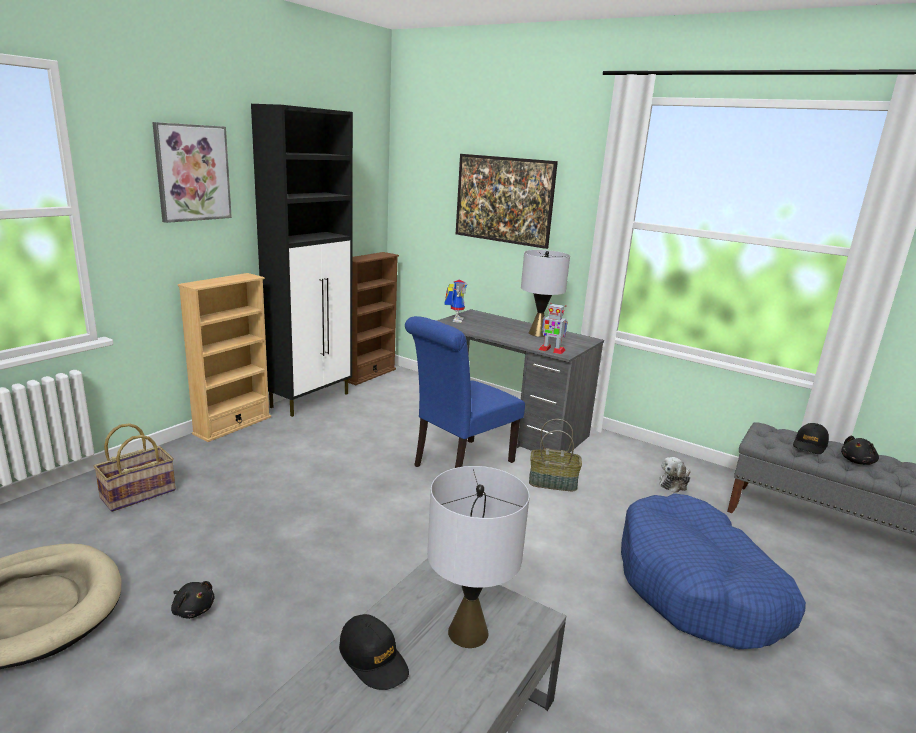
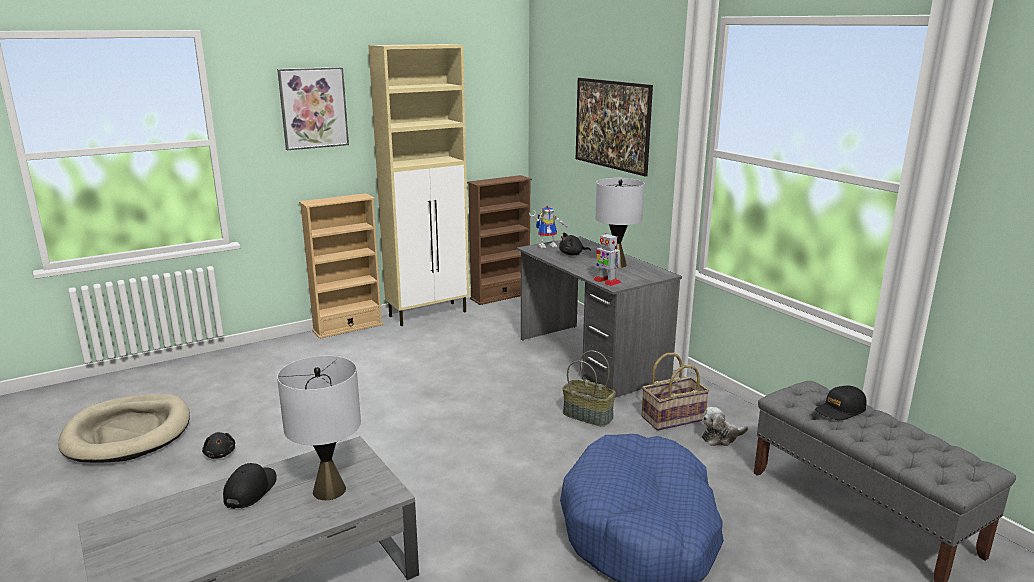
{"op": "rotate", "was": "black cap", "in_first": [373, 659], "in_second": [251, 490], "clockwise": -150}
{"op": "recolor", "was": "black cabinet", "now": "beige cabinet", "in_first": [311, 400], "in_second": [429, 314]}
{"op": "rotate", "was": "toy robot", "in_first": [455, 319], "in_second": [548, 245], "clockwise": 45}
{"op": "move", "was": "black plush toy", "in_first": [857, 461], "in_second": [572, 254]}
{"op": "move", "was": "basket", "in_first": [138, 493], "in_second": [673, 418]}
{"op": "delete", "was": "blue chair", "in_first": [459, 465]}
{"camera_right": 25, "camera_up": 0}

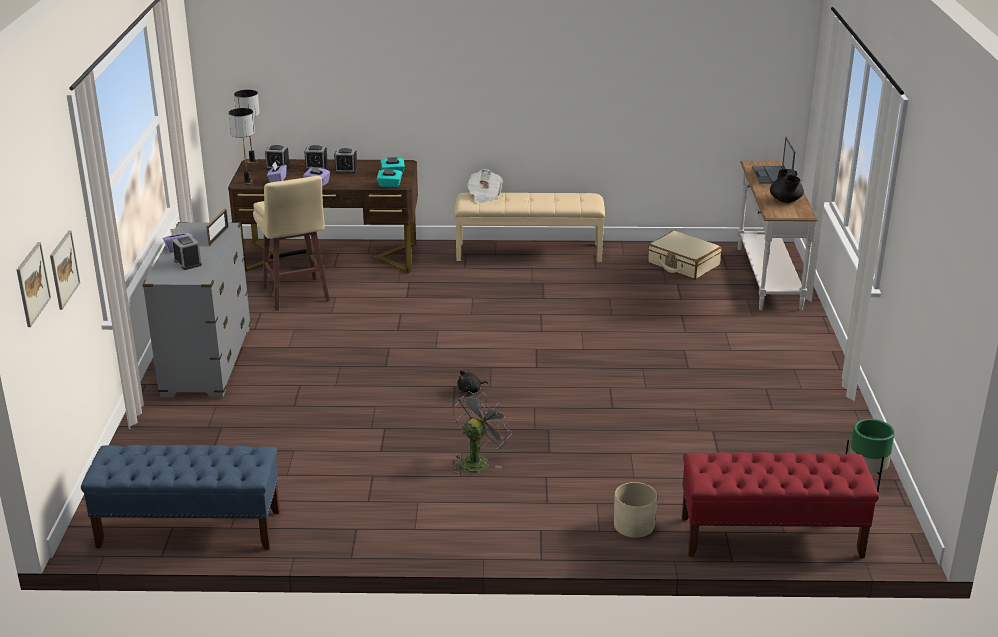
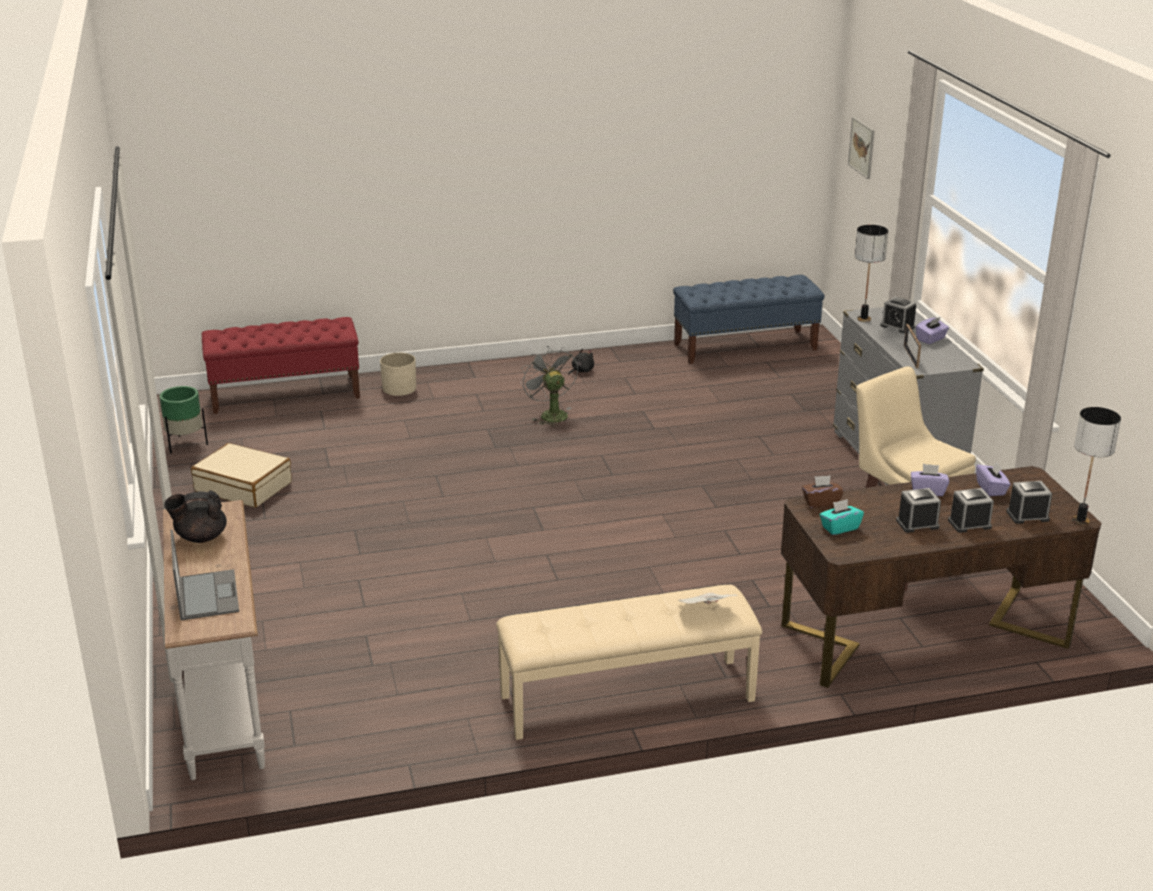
{"op": "rotate", "was": "black teapot", "in_first": [785, 200], "in_second": [200, 537], "clockwise": -90}
{"op": "move", "was": "beige suitcase", "in_first": [683, 264], "in_second": [244, 487]}
{"op": "rotate", "was": "grey fan", "in_first": [477, 461], "in_second": [550, 414], "clockwise": 135}
{"op": "move", "was": "black plush toy", "in_first": [471, 390], "in_second": [581, 371]}
{"op": "recolor", "was": "turquoise tissue box", "now": "brown tissue box", "in_first": [389, 185], "in_second": [821, 502]}
{"op": "move", "was": "table lamp", "in_first": [247, 182], "in_second": [863, 319]}
{"op": "delete", "was": "picture", "in_first": [64, 269]}
{"camera_right": 165, "camera_up": 0}

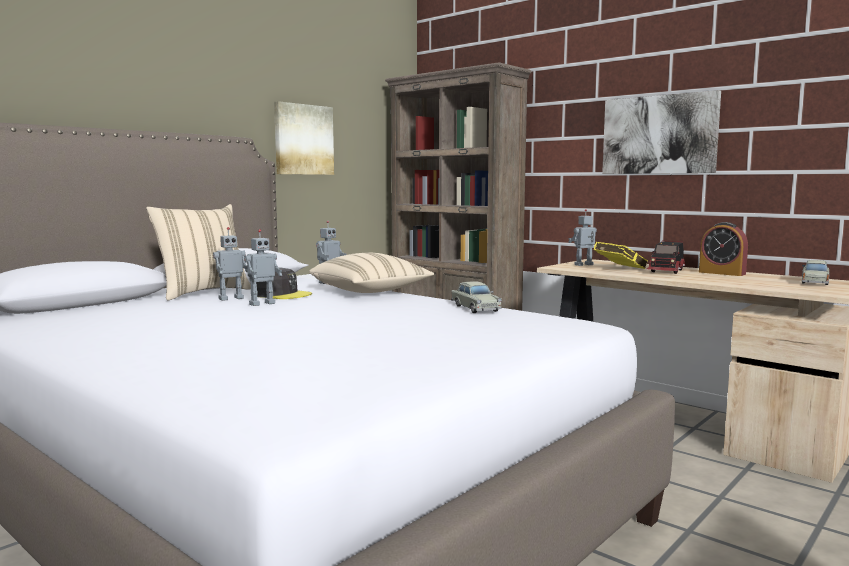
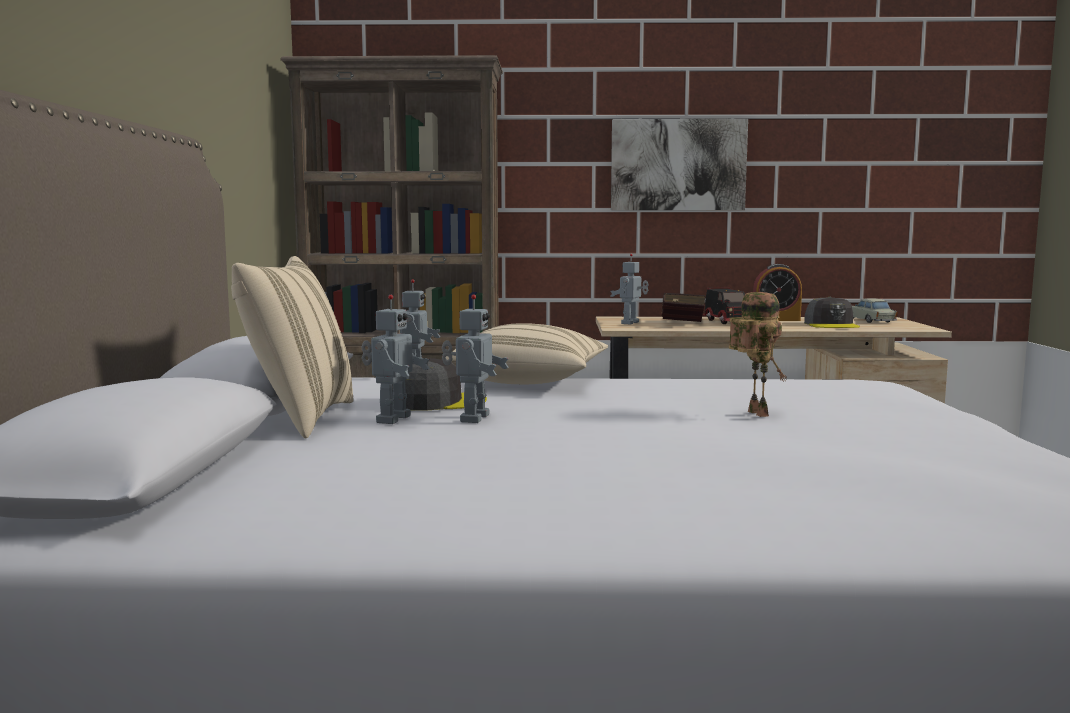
{"op": "recolor", "was": "yellow book", "now": "red book", "in_first": [618, 269], "in_second": [681, 324]}
{"op": "insert", "now": "toy robot", "in_second": [753, 413]}
{"op": "insert", "now": "grey cap", "in_second": [831, 325]}
{"op": "delete", "was": "picture", "in_first": [303, 139]}
{"op": "delete", "was": "beige toy car", "in_first": [475, 308]}
{"camera_right": -40, "camera_up": 0}

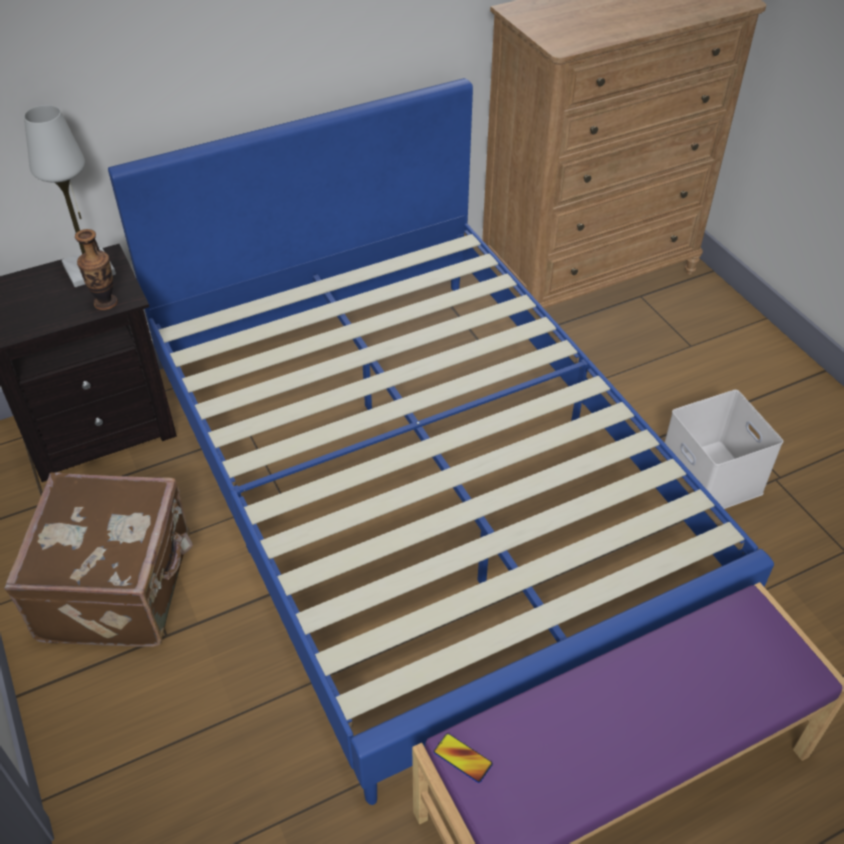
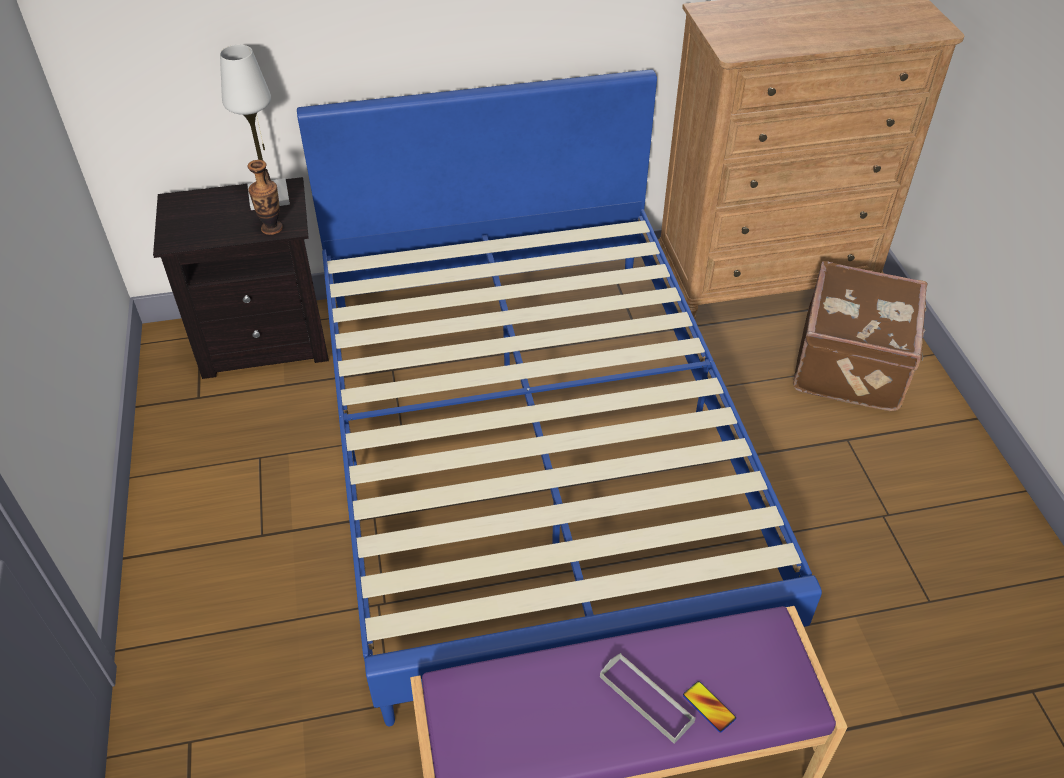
{"op": "insert", "now": "grey tray", "in_second": [646, 699]}
{"op": "move", "was": "phone", "in_first": [462, 758], "in_second": [709, 707]}
{"op": "move", "was": "brown suitcase", "in_first": [120, 587], "in_second": [853, 365]}
{"op": "delete", "was": "white storage box", "in_first": [712, 479]}
{"camera_right": 15, "camera_up": 0}

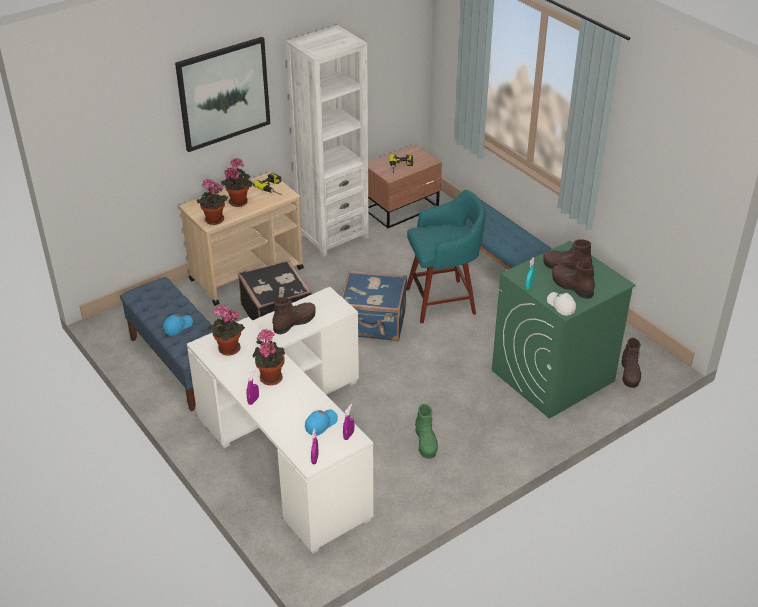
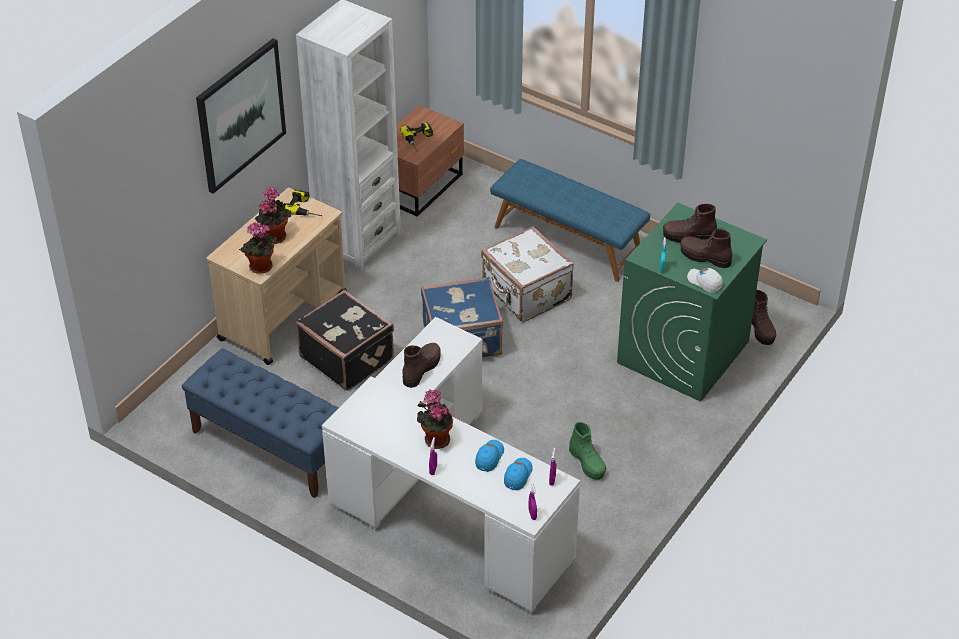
{"op": "move", "was": "blue cap", "in_first": [177, 327], "in_second": [489, 458]}
{"op": "replace", "was": "turquoise stool", "now": "white suitcase", "in_first": [443, 301], "in_second": [525, 293]}
{"op": "delete", "was": "potted plant", "in_first": [227, 350]}
{"camera_right": -20, "camera_up": 5}

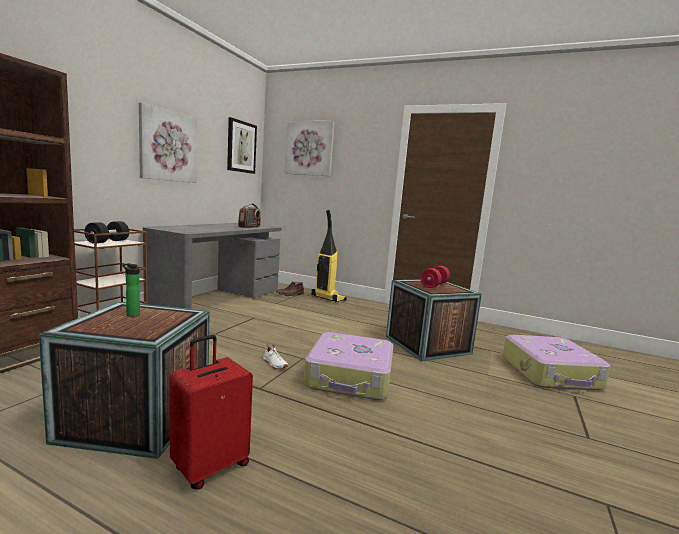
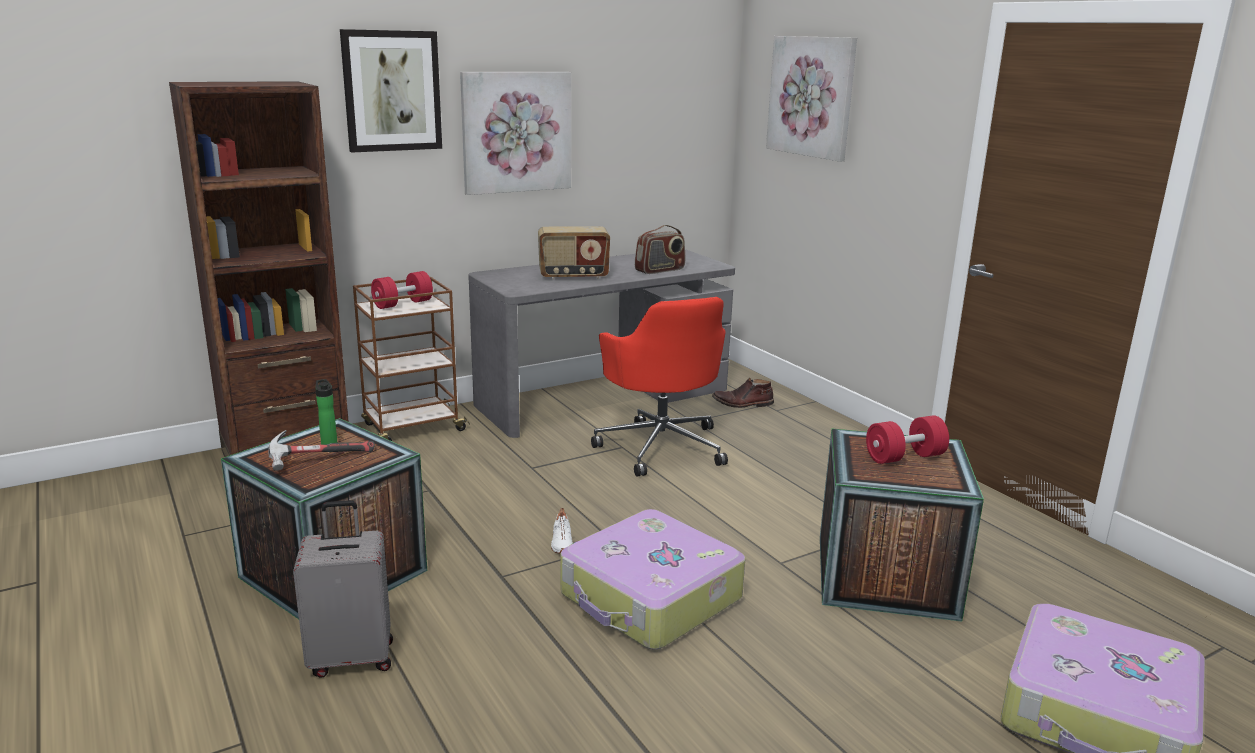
{"op": "insert", "now": "hammer", "in_second": [319, 461]}
{"op": "recolor", "was": "red suitcase", "now": "grey suitcase", "in_first": [210, 466], "in_second": [352, 657]}
{"op": "move", "was": "picture", "in_first": [241, 147], "in_second": [392, 91]}
{"op": "recolor", "was": "black dumbbell", "now": "red dumbbell", "in_first": [108, 241], "in_second": [403, 304]}
{"op": "insert", "now": "radio", "in_second": [573, 276]}
{"op": "insert", "now": "red office chair", "in_second": [661, 446]}
{"op": "delete", "was": "vacuum cleaner", "in_first": [327, 298]}
{"camera_right": 35, "camera_up": 10}

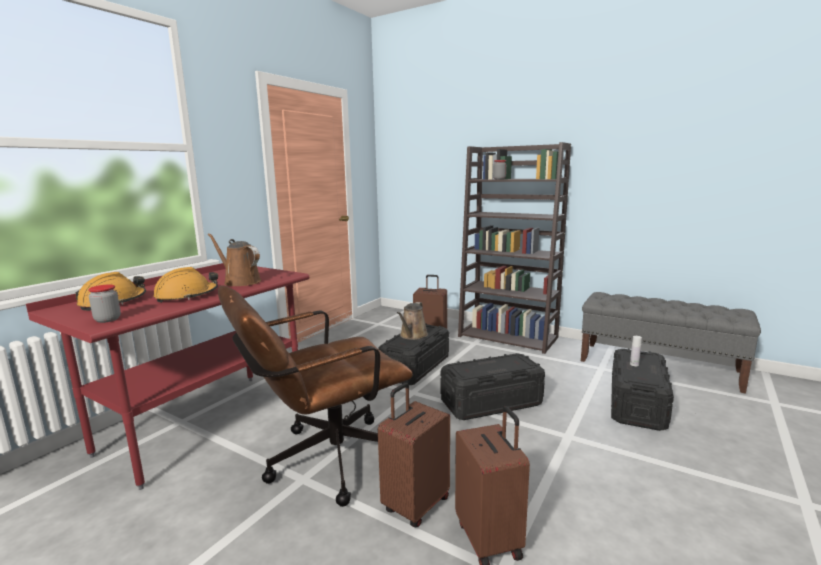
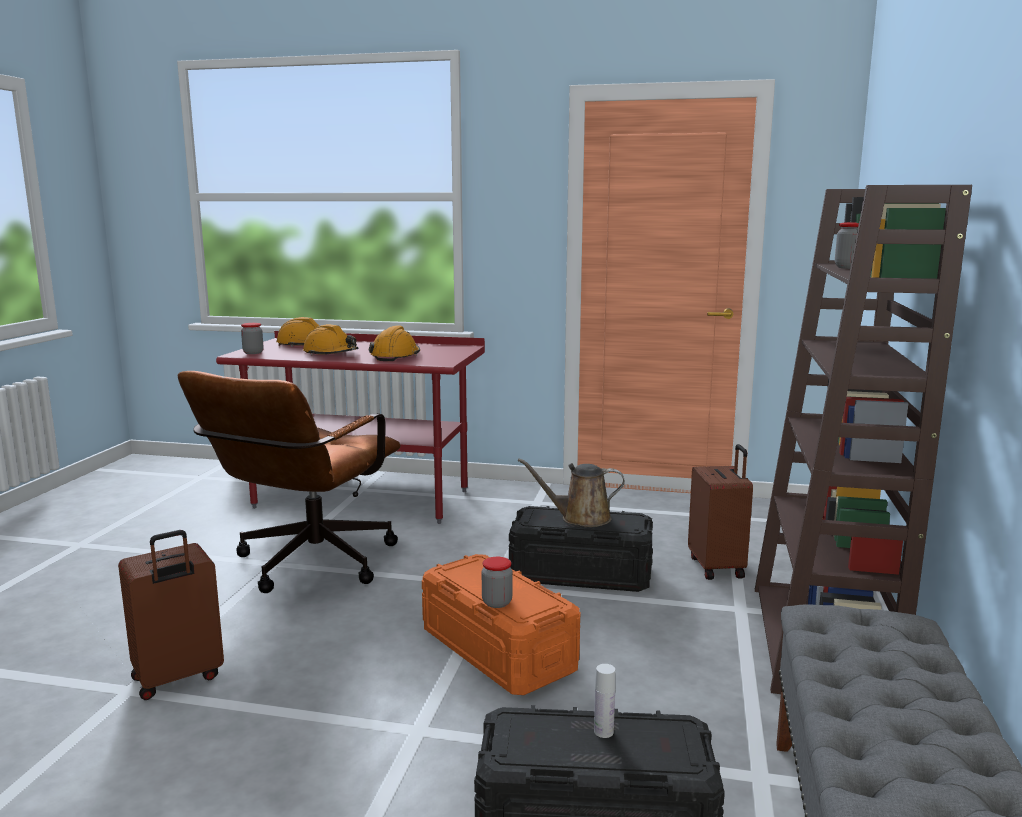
{"op": "rotate", "was": "brown office chair", "in_first": [324, 462], "in_second": [306, 566], "clockwise": -105}
{"op": "replace", "was": "brown watering can", "now": "orange hard hat", "in_first": [240, 282], "in_second": [395, 356]}
{"op": "recolor", "was": "black storage box", "now": "orange storage box", "in_first": [491, 402], "in_second": [498, 650]}
{"op": "insert", "now": "jar", "in_second": [497, 602]}
{"op": "delete", "was": "brown suitcase", "in_first": [415, 504]}
{"camera_right": 70, "camera_up": 0}

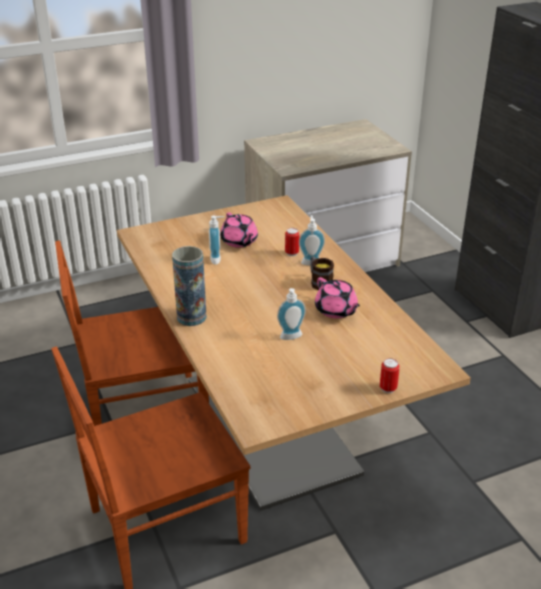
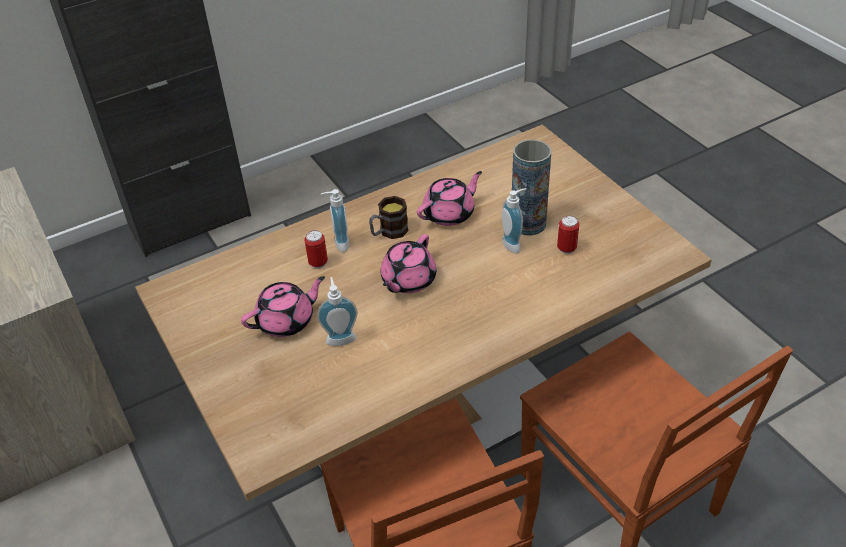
{"op": "insert", "now": "pink teapot", "in_second": [408, 280]}
{"op": "move", "was": "vase", "in_first": [191, 317], "in_second": [528, 223]}
{"op": "move", "was": "can", "in_first": [388, 388], "in_second": [566, 248]}
{"camera_right": -95, "camera_up": 10}

